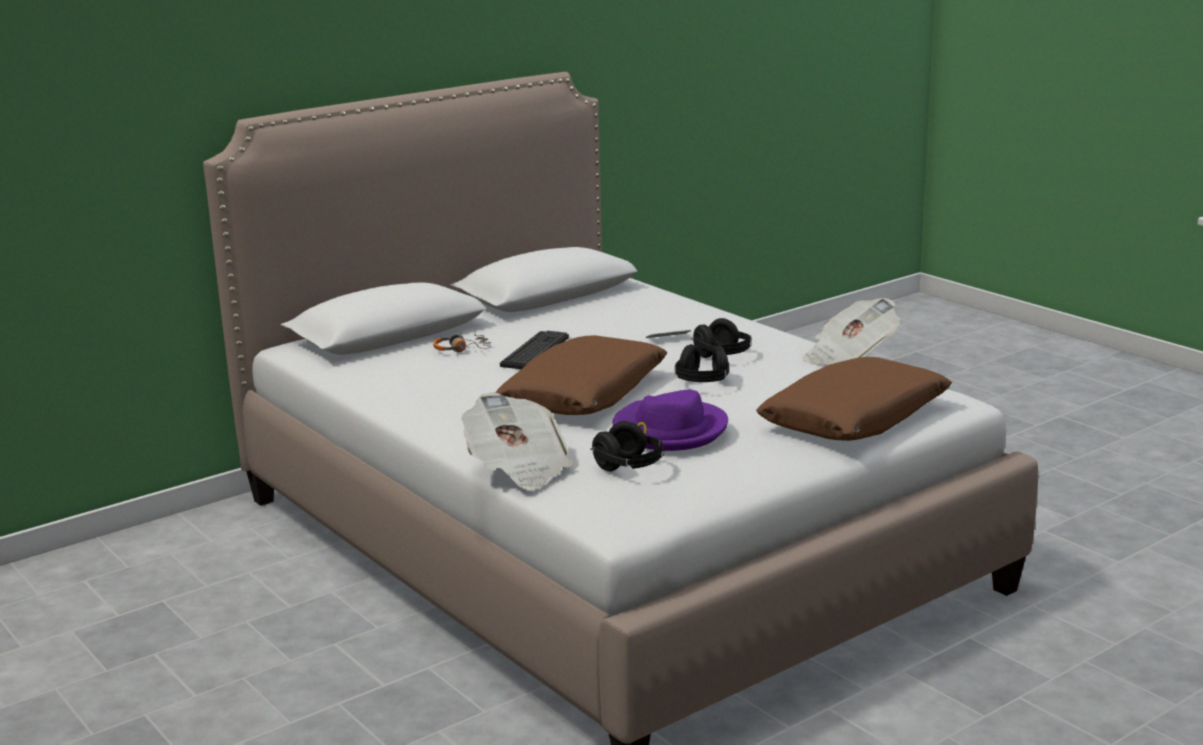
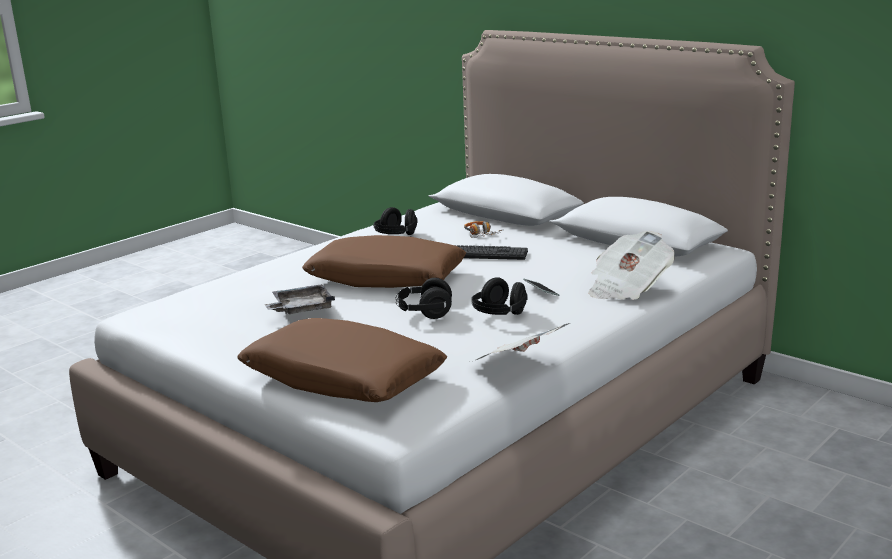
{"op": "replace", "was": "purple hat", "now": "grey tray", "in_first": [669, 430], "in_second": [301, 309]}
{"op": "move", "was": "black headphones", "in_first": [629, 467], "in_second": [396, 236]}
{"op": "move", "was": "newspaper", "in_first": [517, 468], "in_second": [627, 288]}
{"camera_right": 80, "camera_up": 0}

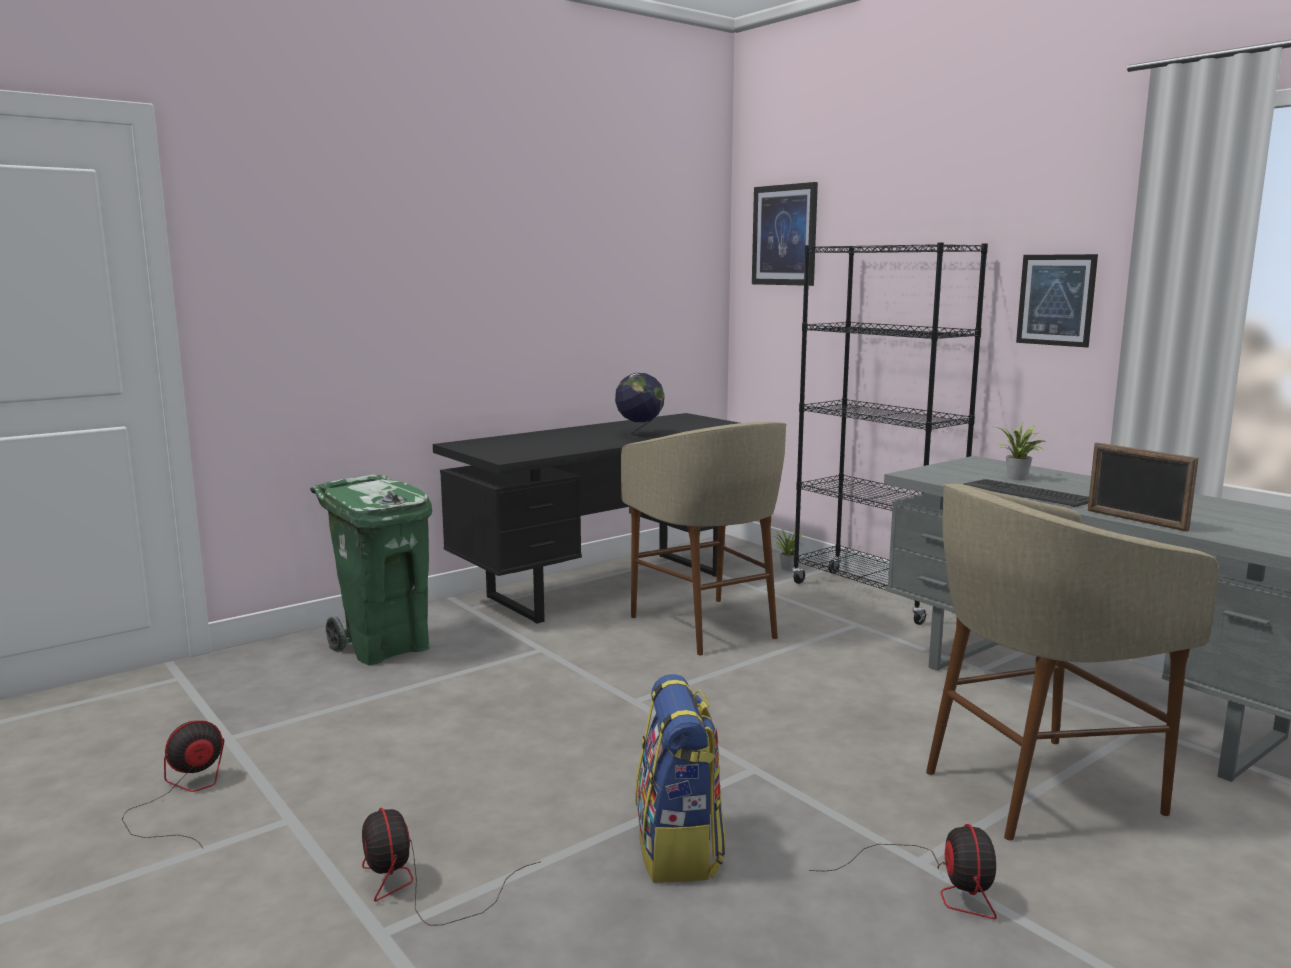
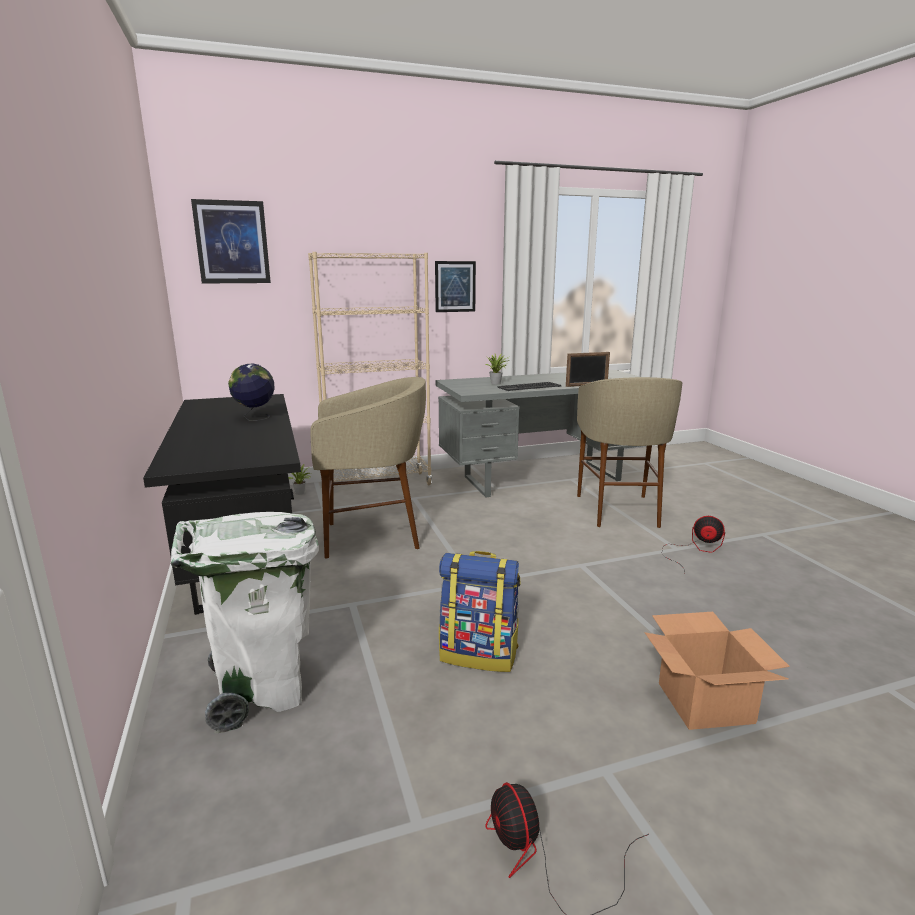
{"op": "recolor", "was": "green trash can", "now": "white trash can", "in_first": [384, 647], "in_second": [262, 690]}
{"op": "recolor", "was": "black bookcase", "now": "beige bookcase", "in_first": [873, 597], "in_second": [378, 484]}
{"op": "move", "was": "backpack", "in_first": [679, 849], "in_second": [479, 654]}
{"op": "replace", "was": "fan", "now": "cardboard box", "in_first": [418, 887], "in_second": [704, 703]}
{"camera_right": -70, "camera_up": 5}

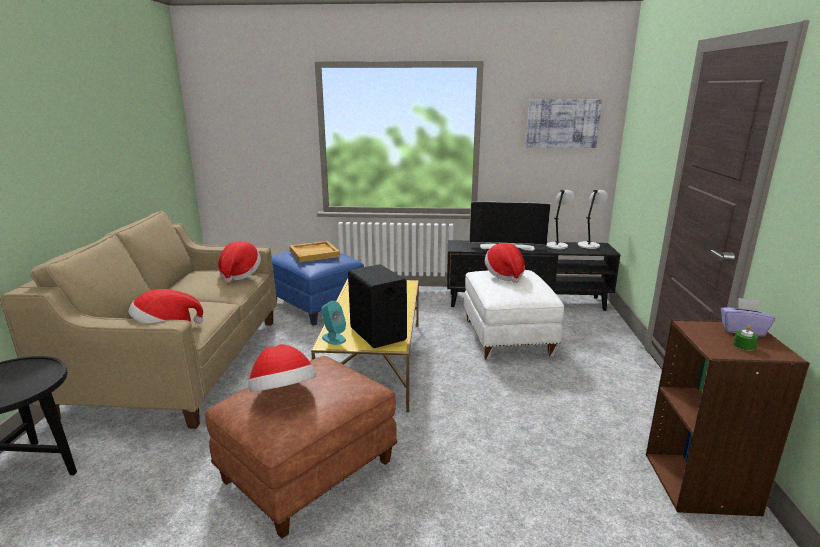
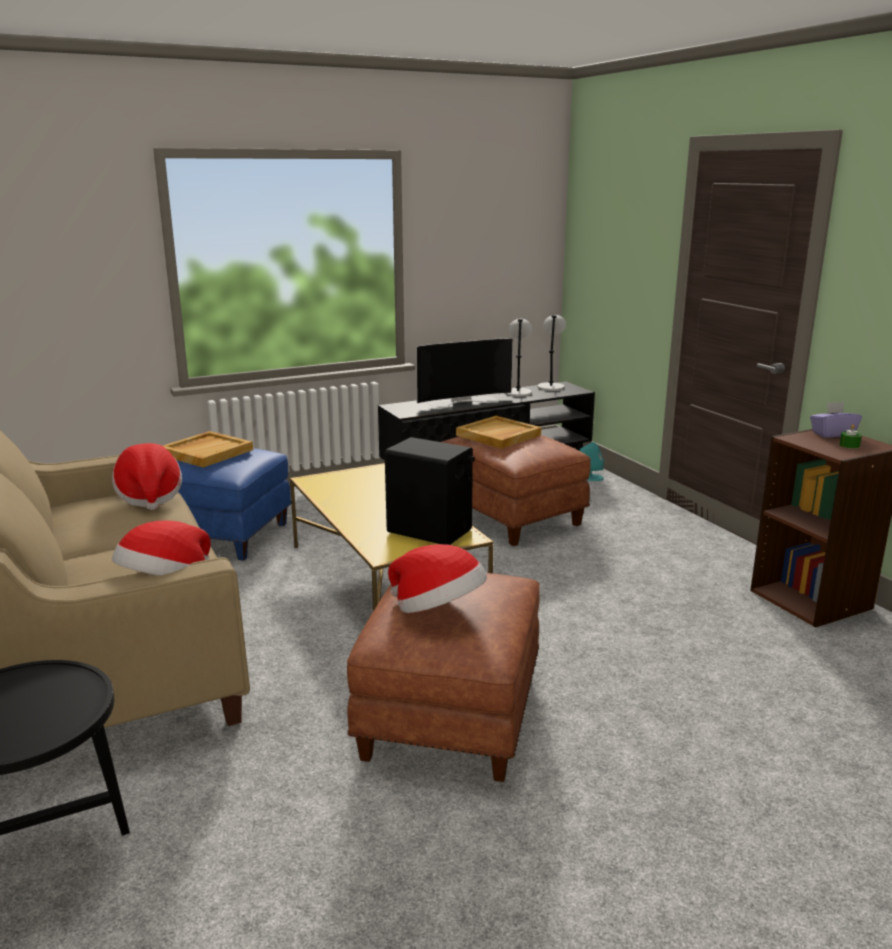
{"op": "recolor", "was": "white ottoman", "now": "brown ottoman", "in_first": [508, 337], "in_second": [512, 516]}
{"op": "replace", "was": "hat", "now": "beige tray", "in_first": [504, 275], "in_second": [498, 435]}
{"op": "move", "was": "turquoise speaker", "in_first": [333, 338], "in_second": [590, 477]}
{"op": "delete", "was": "picture", "in_first": [562, 123]}
{"camera_right": -30, "camera_up": 0}

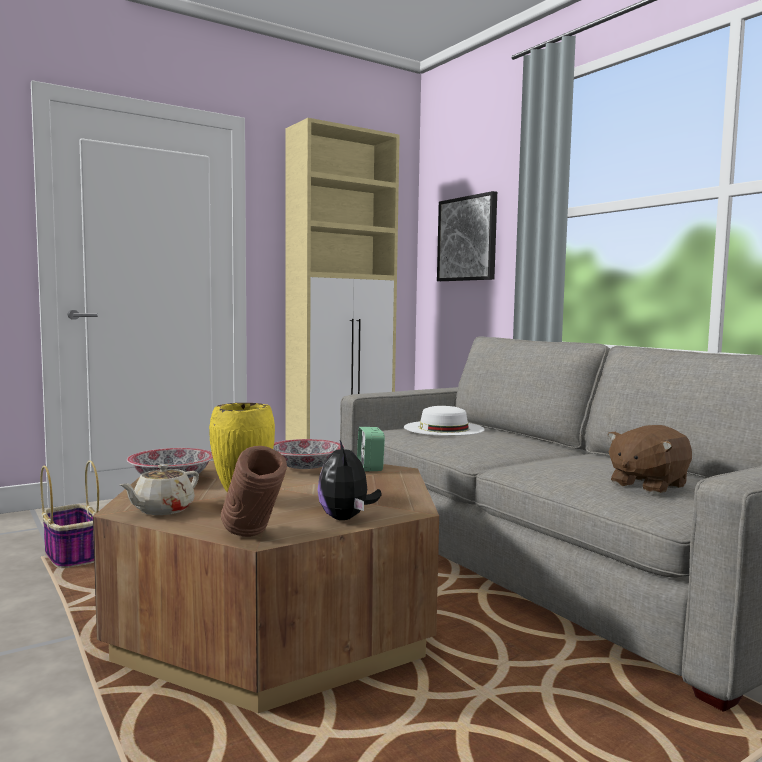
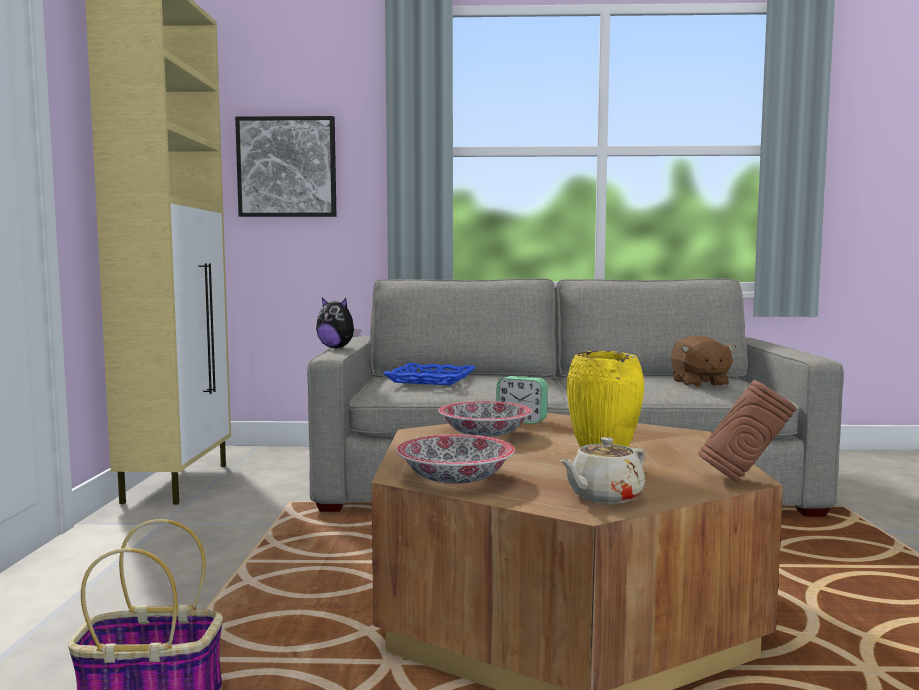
{"op": "move", "was": "plush toy", "in_first": [346, 518], "in_second": [337, 348]}
{"op": "replace", "was": "white hat", "now": "blue tray", "in_first": [443, 428], "in_second": [431, 379]}
{"op": "rotate", "was": "beige teapot", "in_first": [162, 510], "in_second": [603, 496], "clockwise": 75}
{"camera_right": -55, "camera_up": 0}

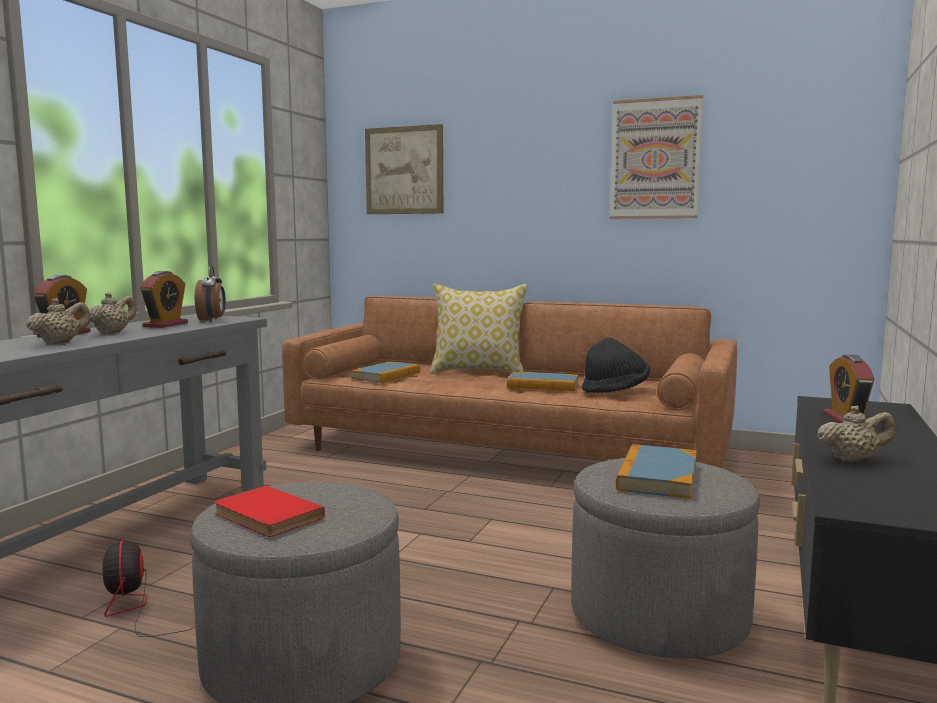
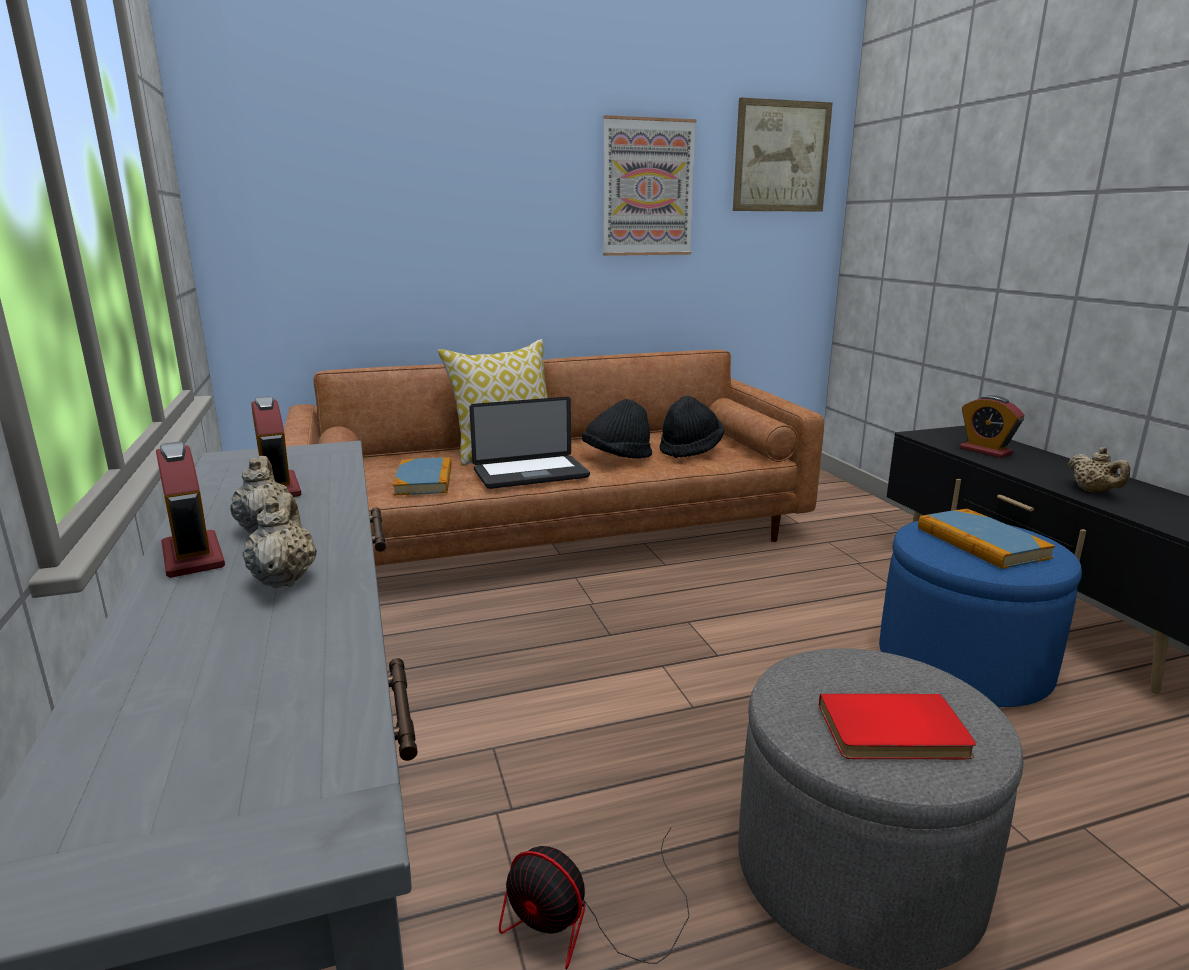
{"op": "insert", "now": "laptop", "in_second": [530, 474]}
{"op": "replace", "was": "book", "now": "black hat", "in_first": [543, 385], "in_second": [617, 457]}
{"op": "move", "was": "picture", "in_first": [404, 170], "in_second": [781, 157]}
{"op": "recolor", "was": "grey ottoman", "now": "blue ottoman", "in_first": [658, 616], "in_second": [962, 664]}
{"op": "rotate", "was": "beige teapot", "in_first": [853, 460], "in_second": [1094, 491], "clockwise": 120}
{"op": "delete", "was": "alarm clock", "in_first": [212, 320]}
{"camera_right": -40, "camera_up": 10}

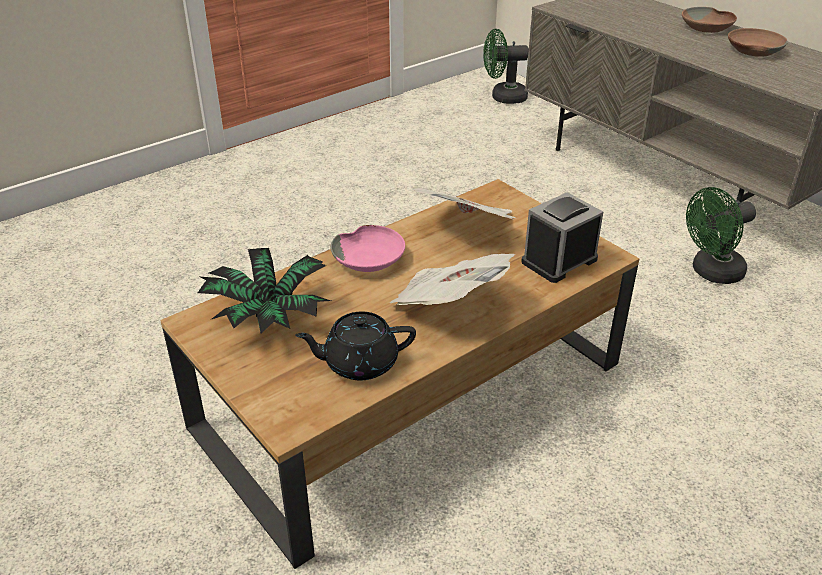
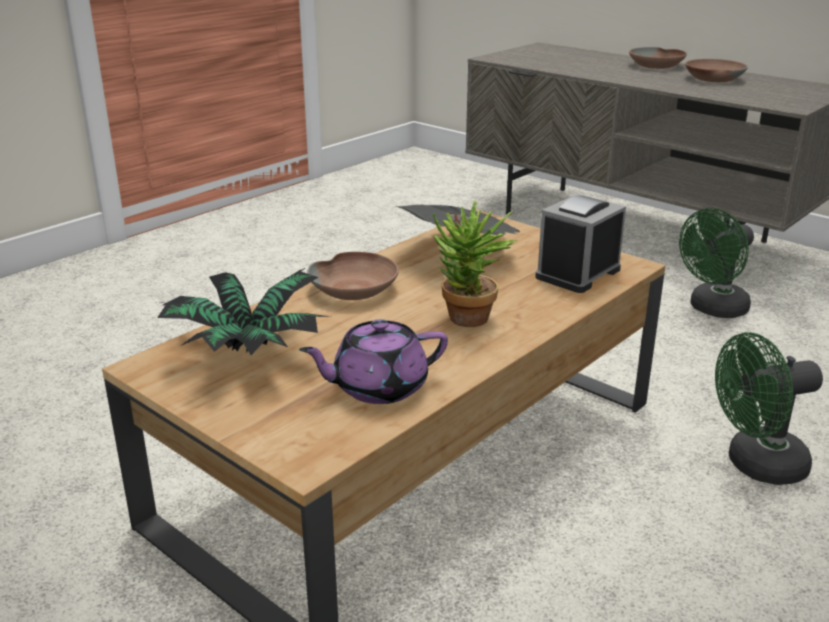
{"op": "recolor", "was": "black teapot", "now": "purple teapot", "in_first": [359, 363], "in_second": [378, 387]}
{"op": "recolor", "was": "pink bowl", "now": "brown bowl", "in_first": [370, 259], "in_second": [355, 288]}
{"op": "replace", "was": "newspaper", "now": "potted plant", "in_first": [449, 304], "in_second": [468, 322]}
{"op": "move", "was": "green fan", "in_first": [503, 97], "in_second": [756, 465]}
{"camera_right": -10, "camera_up": -10}

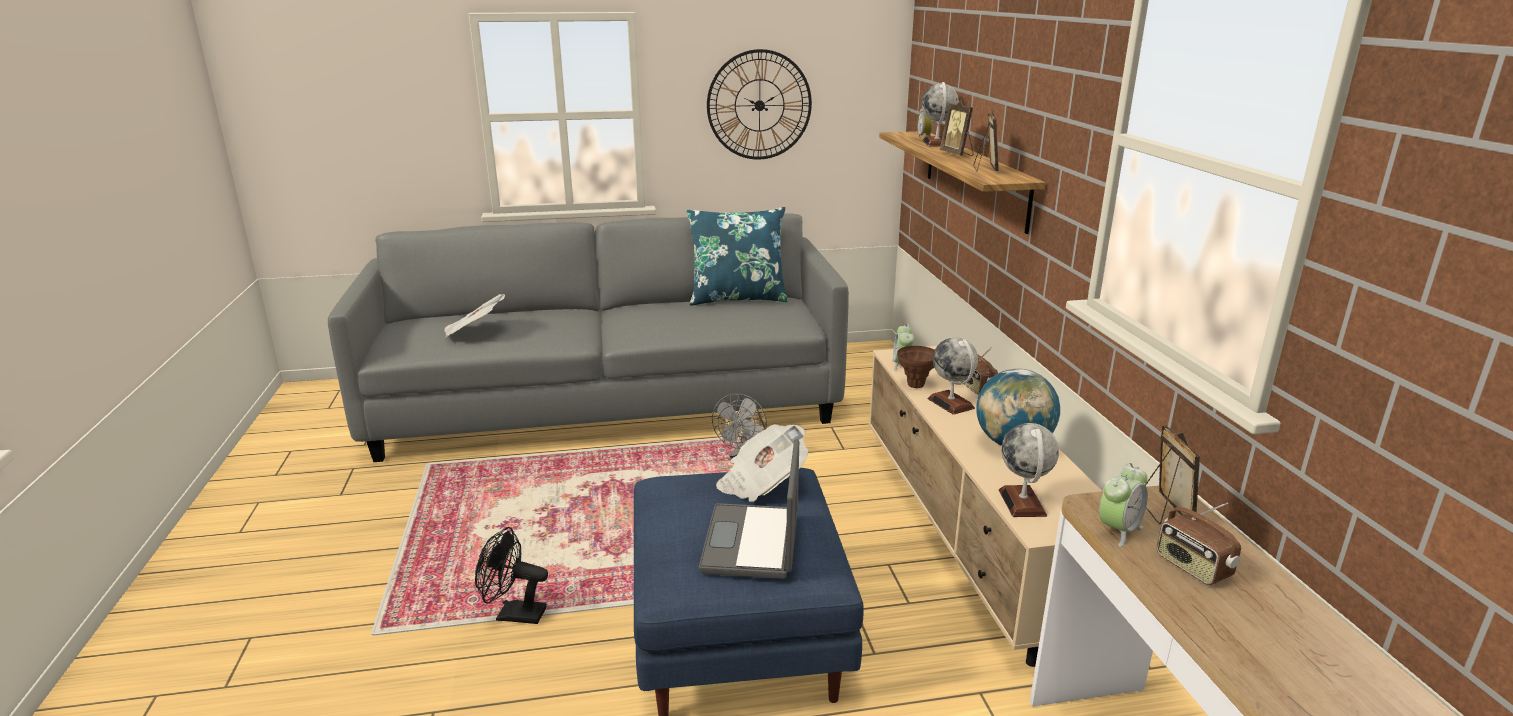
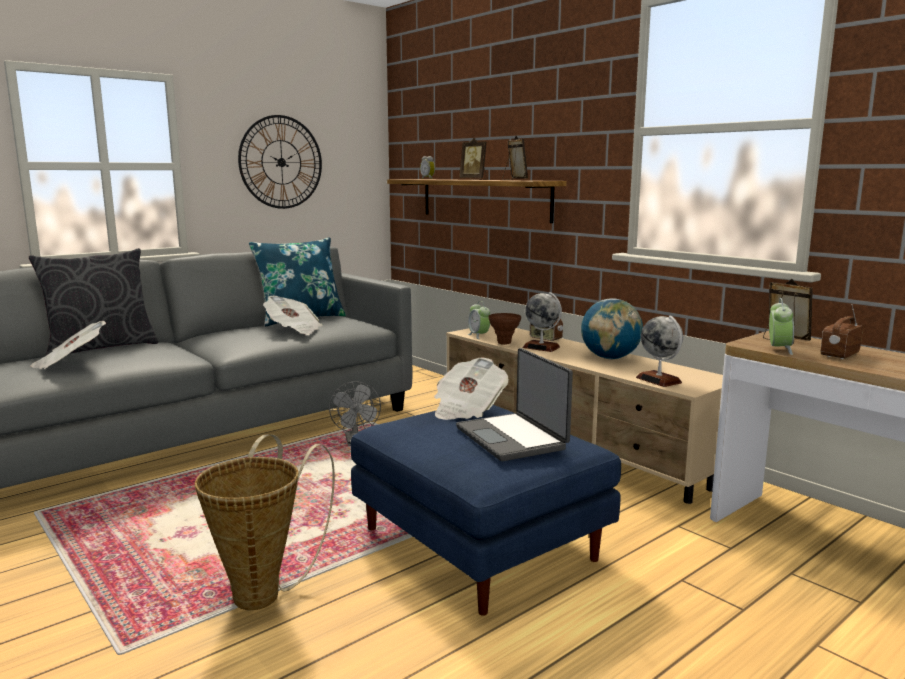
{"op": "insert", "now": "grey pillow", "in_second": [101, 347]}
{"op": "replace", "was": "black fan", "now": "basket", "in_first": [513, 614], "in_second": [264, 592]}
{"op": "insert", "now": "newspaper", "in_second": [294, 330]}
{"op": "rotate", "was": "radio", "in_first": [1192, 567], "in_second": [838, 354], "clockwise": 105}
{"op": "delete", "was": "globe", "in_first": [936, 143]}
{"camera_right": -30, "camera_up": -10}

